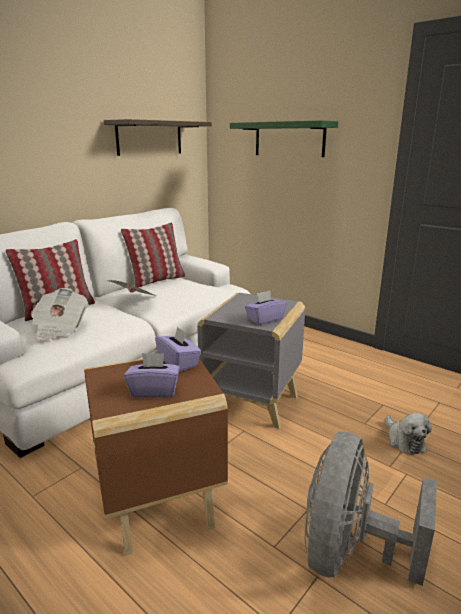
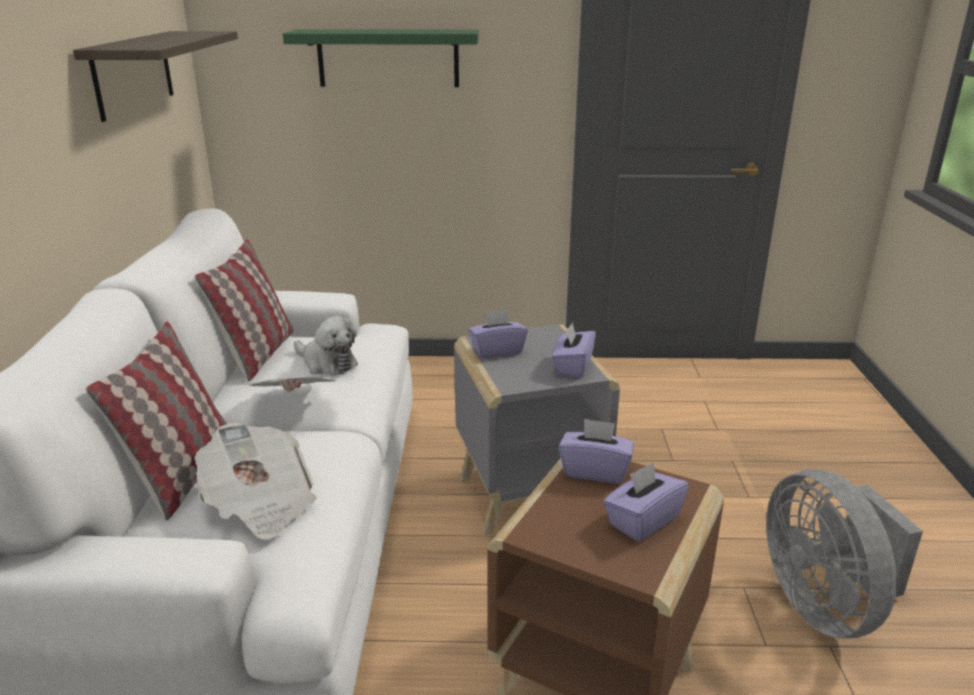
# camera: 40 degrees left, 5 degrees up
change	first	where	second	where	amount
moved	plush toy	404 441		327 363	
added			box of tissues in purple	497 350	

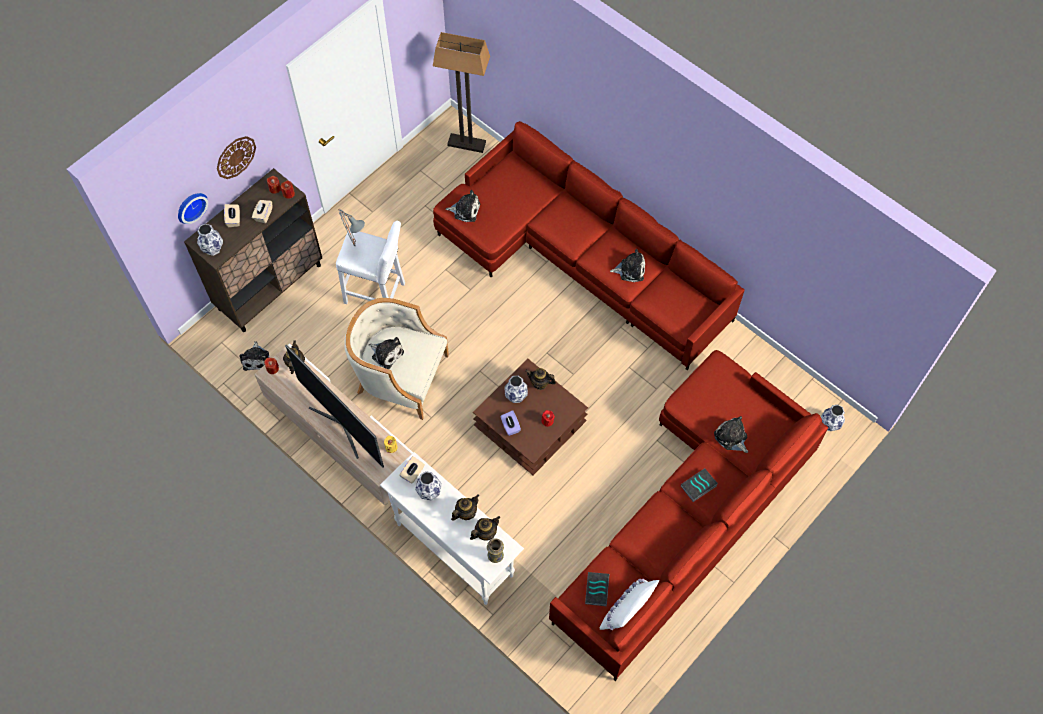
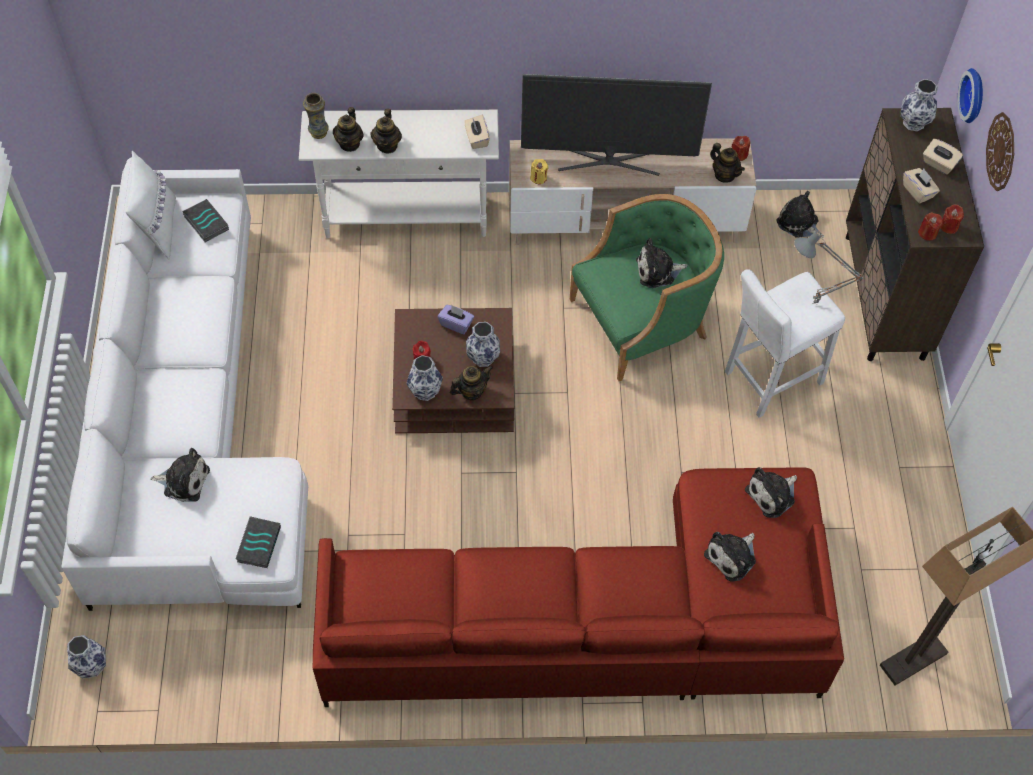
# camera: 135 degrees right, 5 degrees down
change	first	where	second	where	amount
recoloured	armchair in beige-coloured	400 376	armchair in green	642 321	
moved	flower vase	429 492		425 391	
recoloured	couch in reddish	687 515	couch in white-coloured	191 425	
moved	plush toy	630 270		732 557	
moved	book	698 486		258 543	

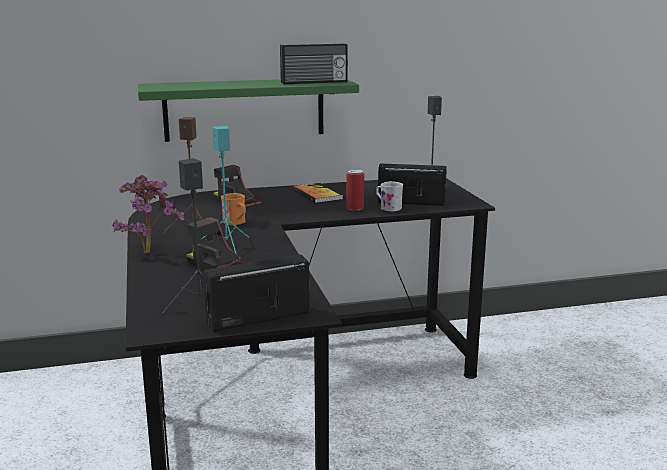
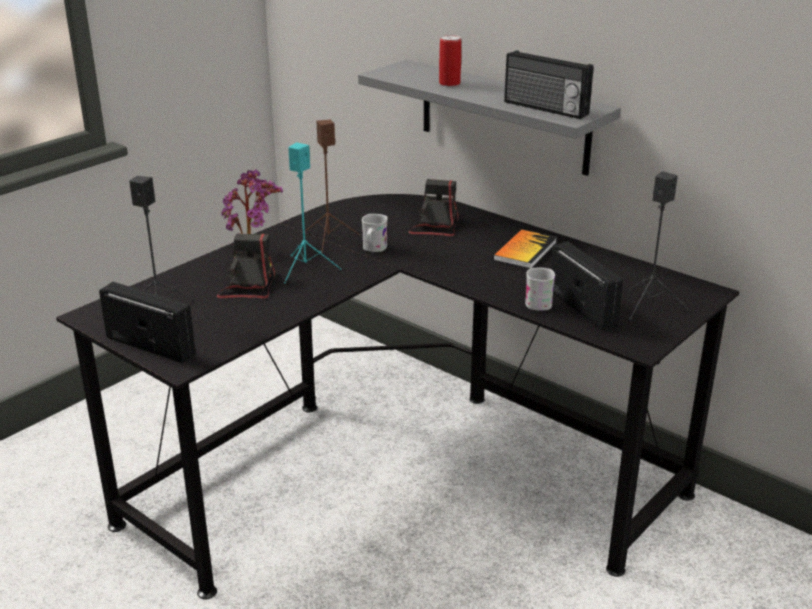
# camera: 55 degrees right, 10 degrees up
change	first	where	second	where	amount
recoloured	shelf in green	244 109	shelf in greyish	503 117	
recoloured	tea mug in orangey	236 223	tea mug in white-coloured	373 249	
moved	sealed can	355 208		449 83	

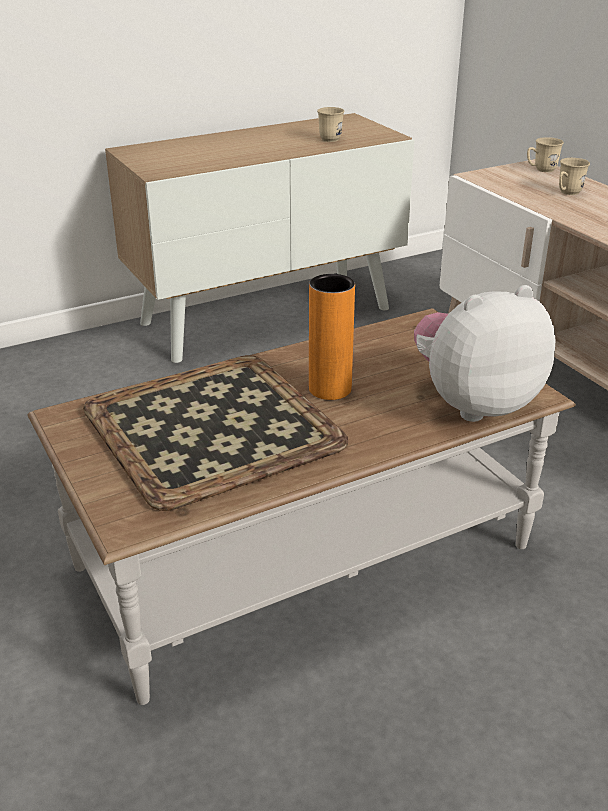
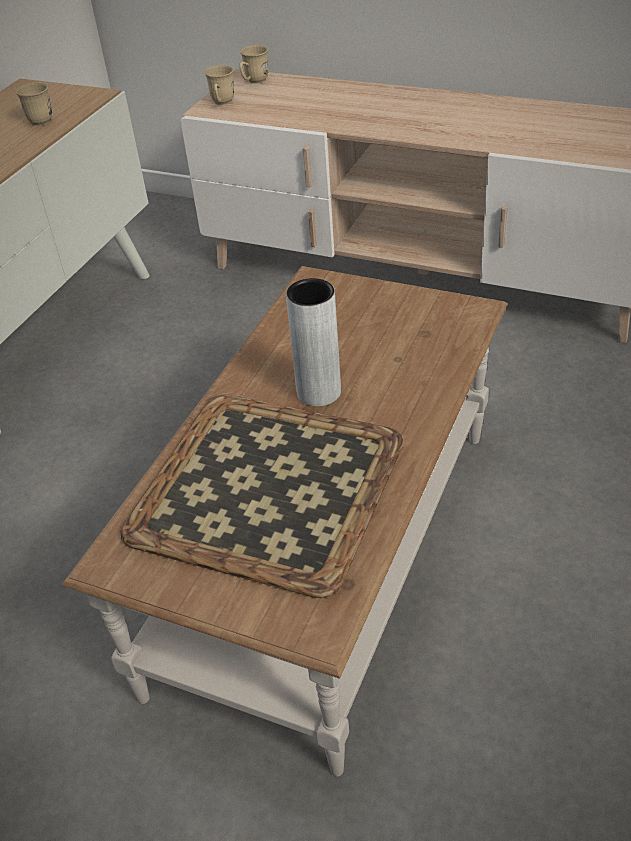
# camera: 35 degrees left, 10 degrees up
change	first	where	second	where	amount
recoloured	flower vase in orangey	330 389	flower vase in greyish	318 392	
removed	plush toy	474 403			
moved	tea mug in beige-coloured	567 193		222 103	

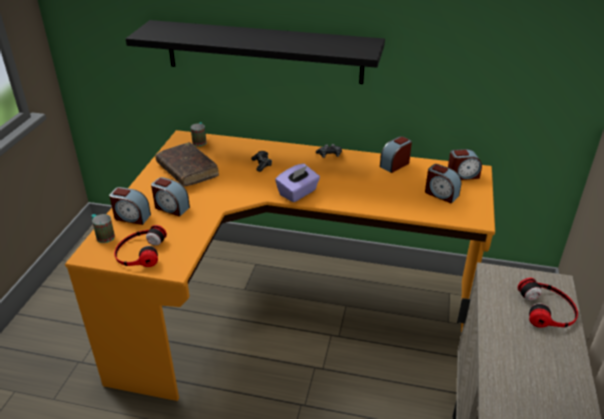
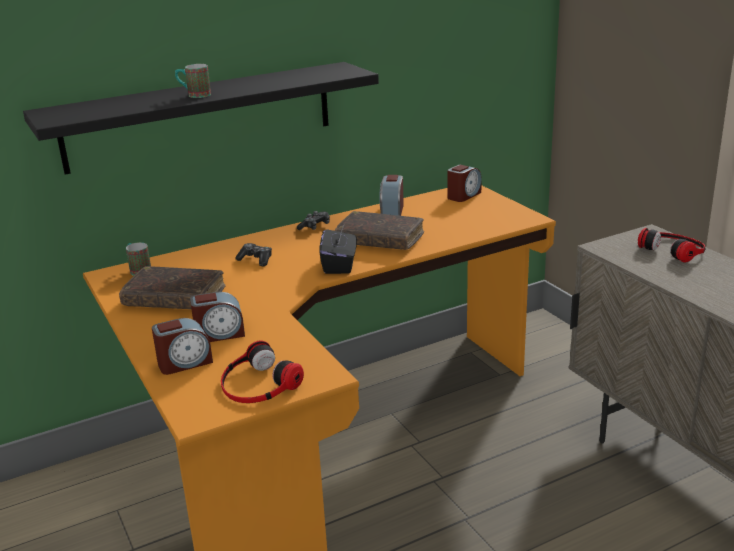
# camera: 40 degrees left, 10 degrees down
change	first	where	second	where	amount
moved	tea mug	103 235		194 95	
recoloured	box of tissues in purple	298 193	box of tissues in black-coloured	340 265	
removed	table clock	441 194			
added			book in brownish	379 240	

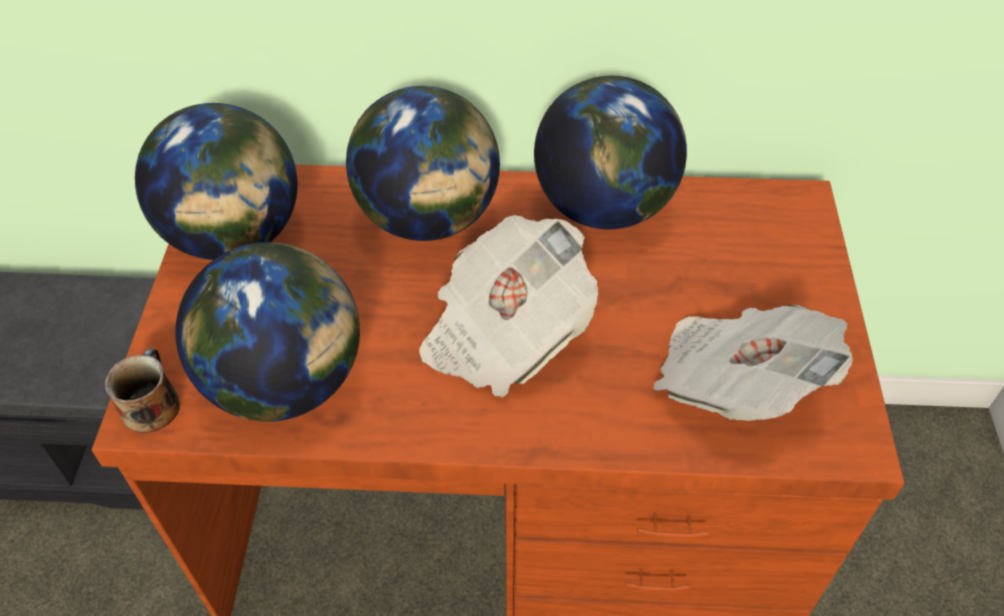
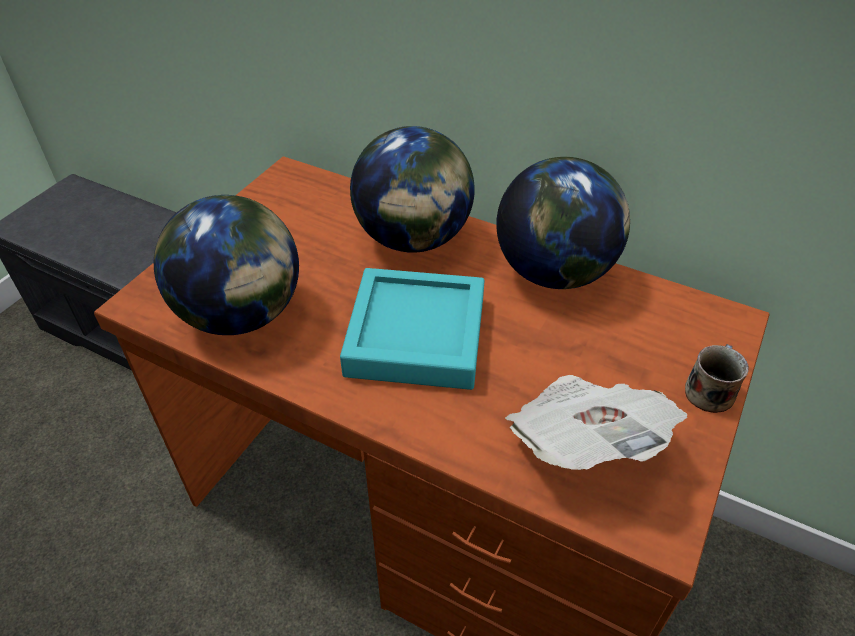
# camera: 25 degrees right, 5 degrees down
change	first	where	second	where	amount
moved	tea mug	151 405		709 390	
removed	desk globe	236 236			
replaced	daily paper	504 333	carrying tray in blue-green	416 336	

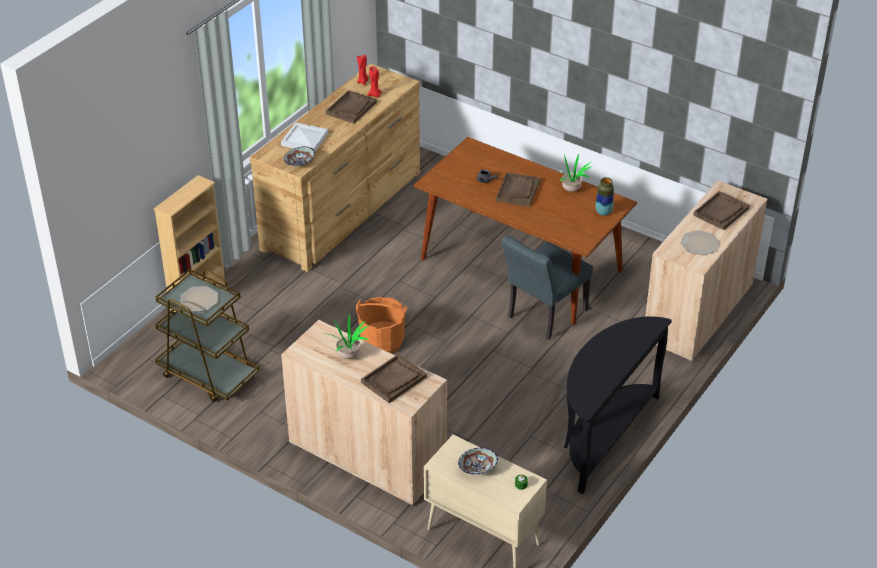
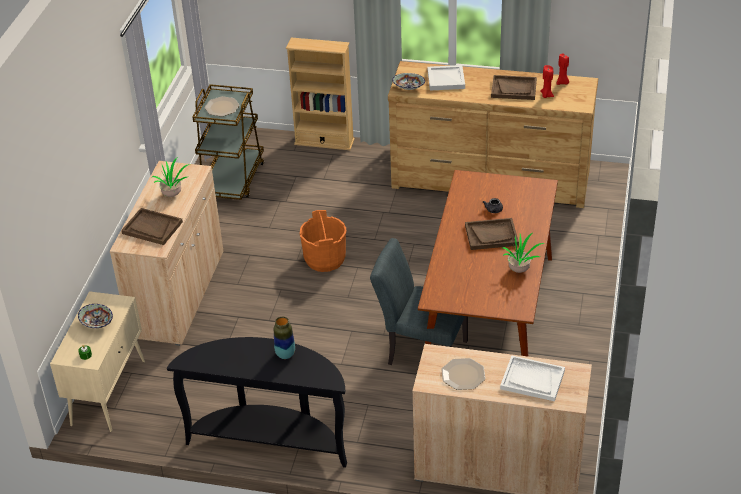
# camera: 70 degrees right, 0 degrees up
change	first	where	second	where	amount
moved	flower vase	603 212		285 354	
recoloured	carrying tray in brownish	721 212	carrying tray in white-coloured	532 380	

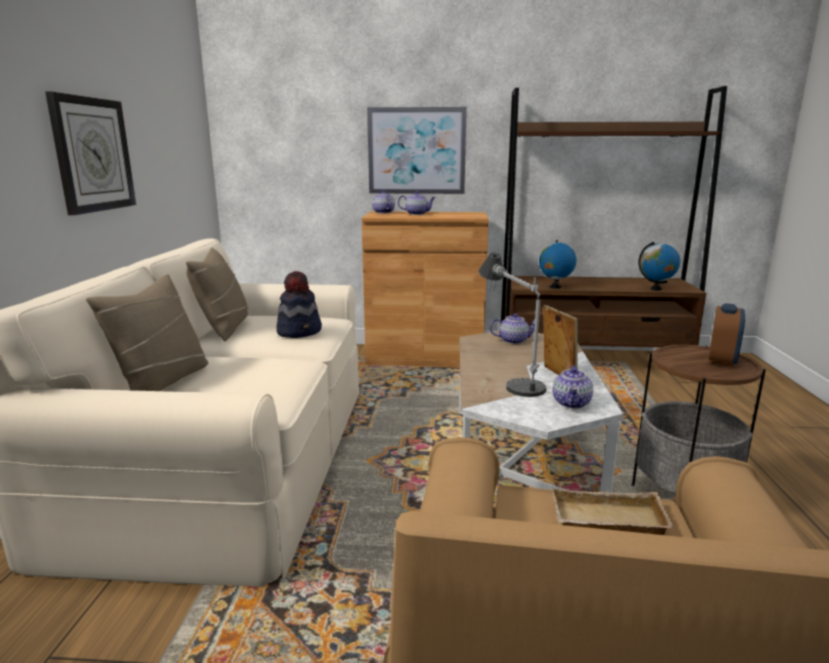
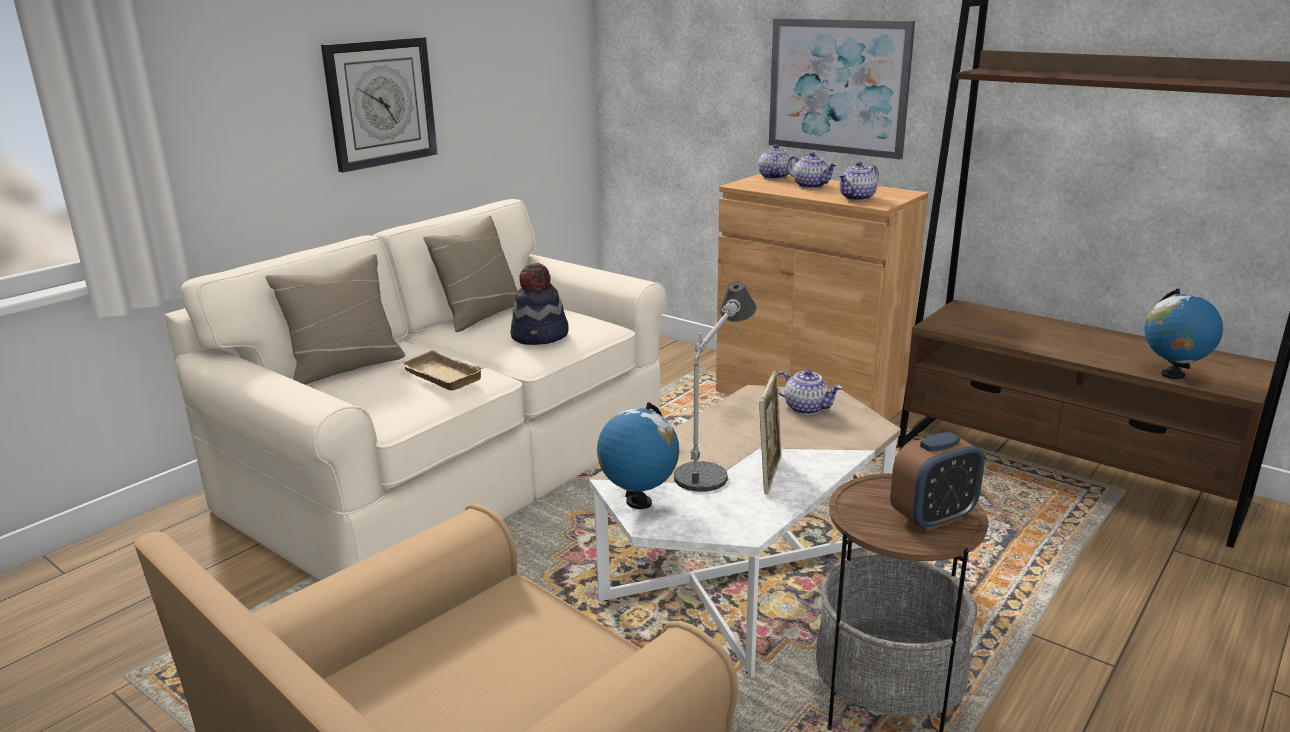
# camera: 35 degrees right, 5 degrees up
change	first	where	second	where	amount
moved	desk globe	555 287		638 502	
moved	carrying tray in beige-coloured	606 520		439 376	
moved	tea pot	572 403		857 198	

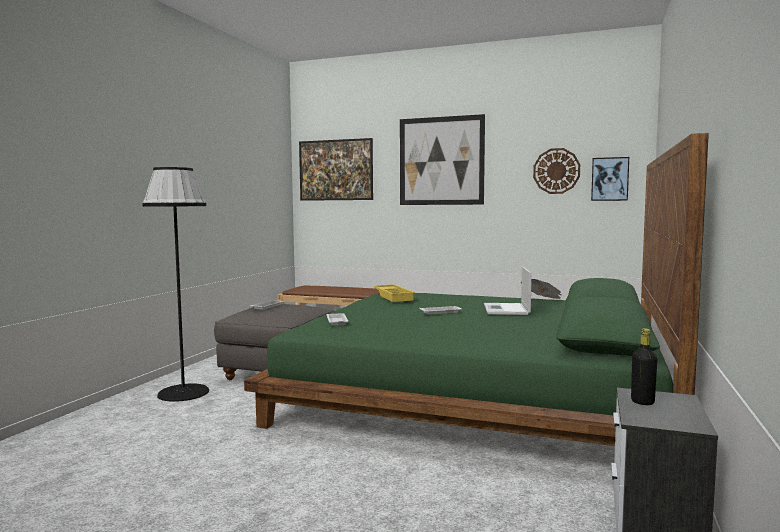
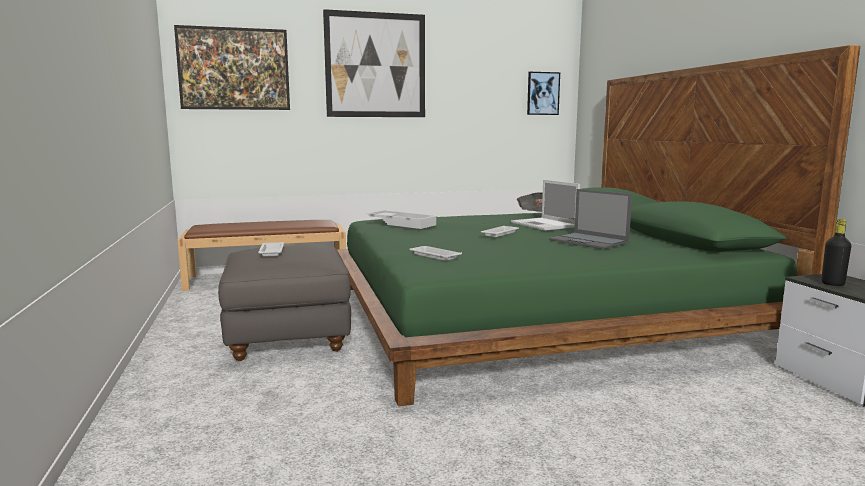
# camera: 35 degrees left, 5 degrees up
change	first	where	second	where	amount
removed	floor lamp in black-coloured	183 393			
recoloured	carrying tray in yellow	394 296	carrying tray in white-coloured	403 223	
removed	clock on the wall	556 171			
added			laptop	589 241	

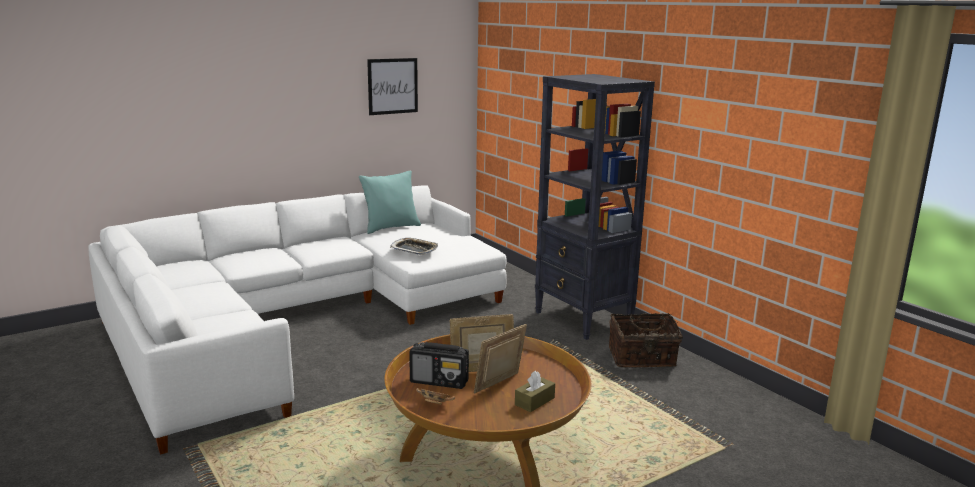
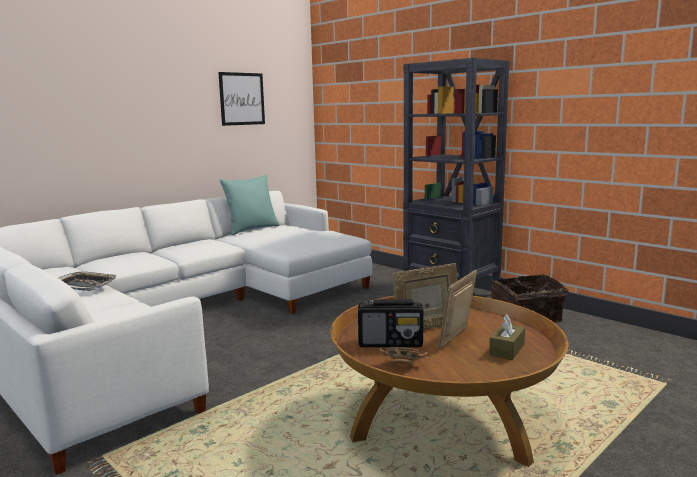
# camera: 10 degrees left, 5 degrees down
change	first	where	second	where	amount
moved	carrying tray	414 249		85 285	

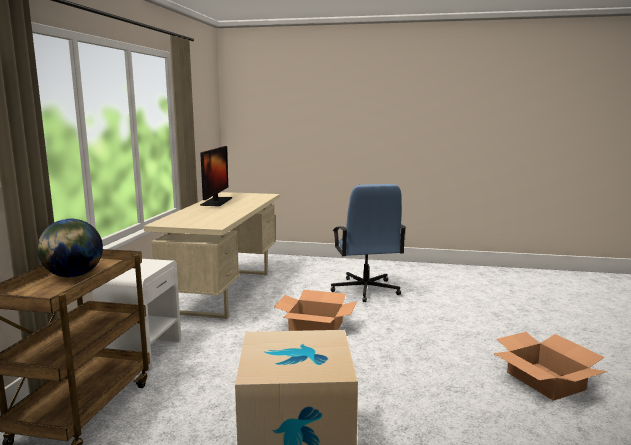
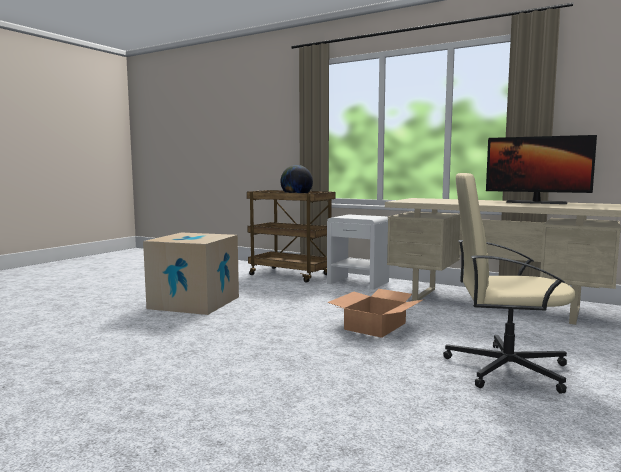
# camera: 110 degrees right, 5 degrees down
change	first	where	second	where	amount
recoloured	computer chair in blue	365 290	computer chair in beige-coloured	504 368	
removed	packing box	545 381			

